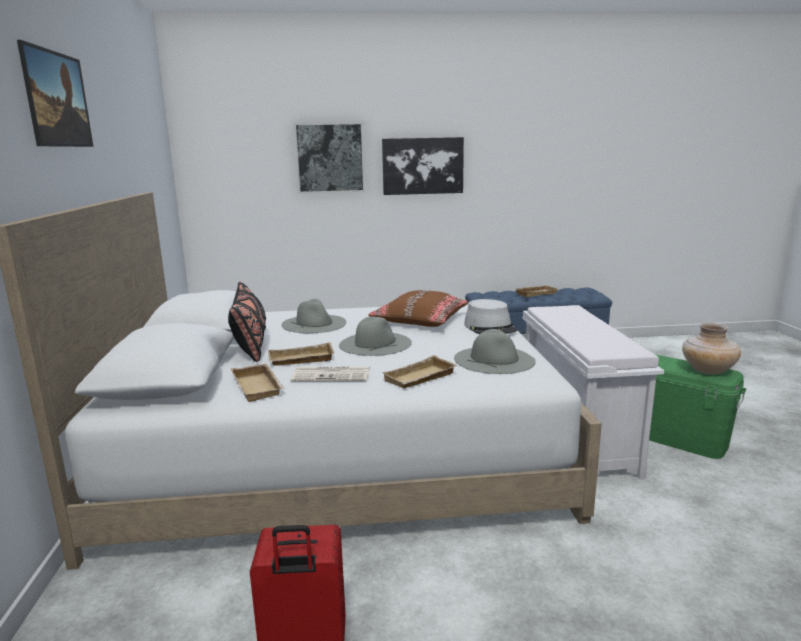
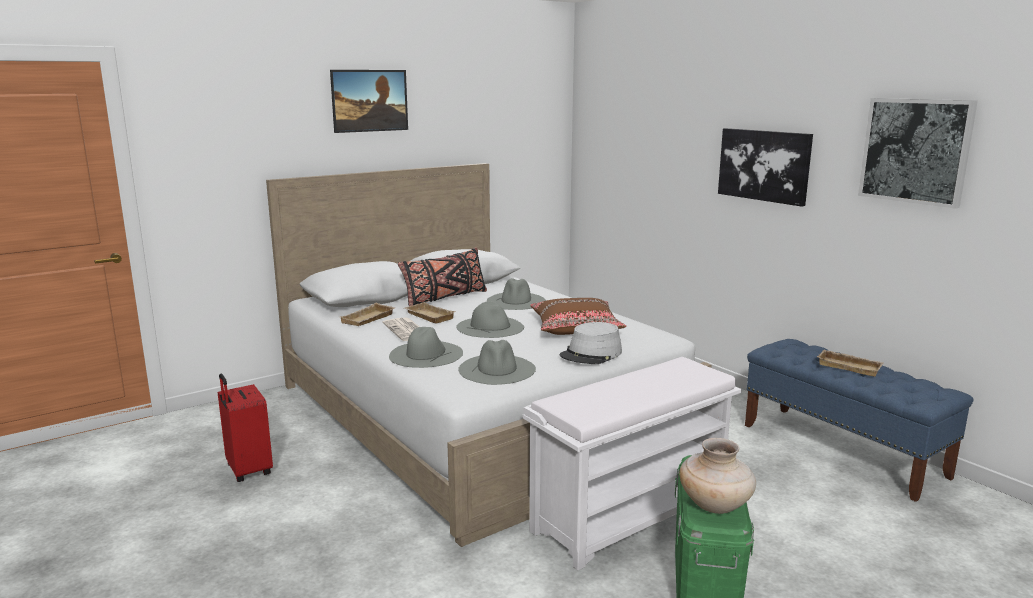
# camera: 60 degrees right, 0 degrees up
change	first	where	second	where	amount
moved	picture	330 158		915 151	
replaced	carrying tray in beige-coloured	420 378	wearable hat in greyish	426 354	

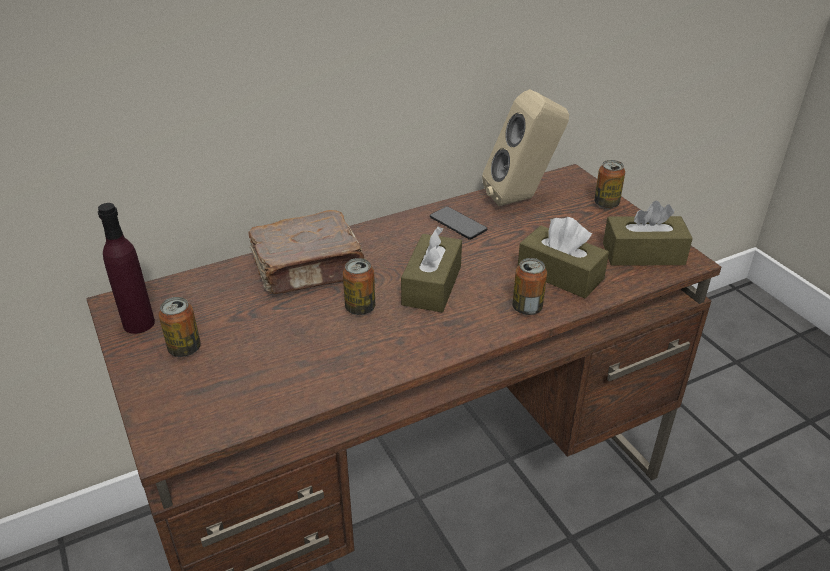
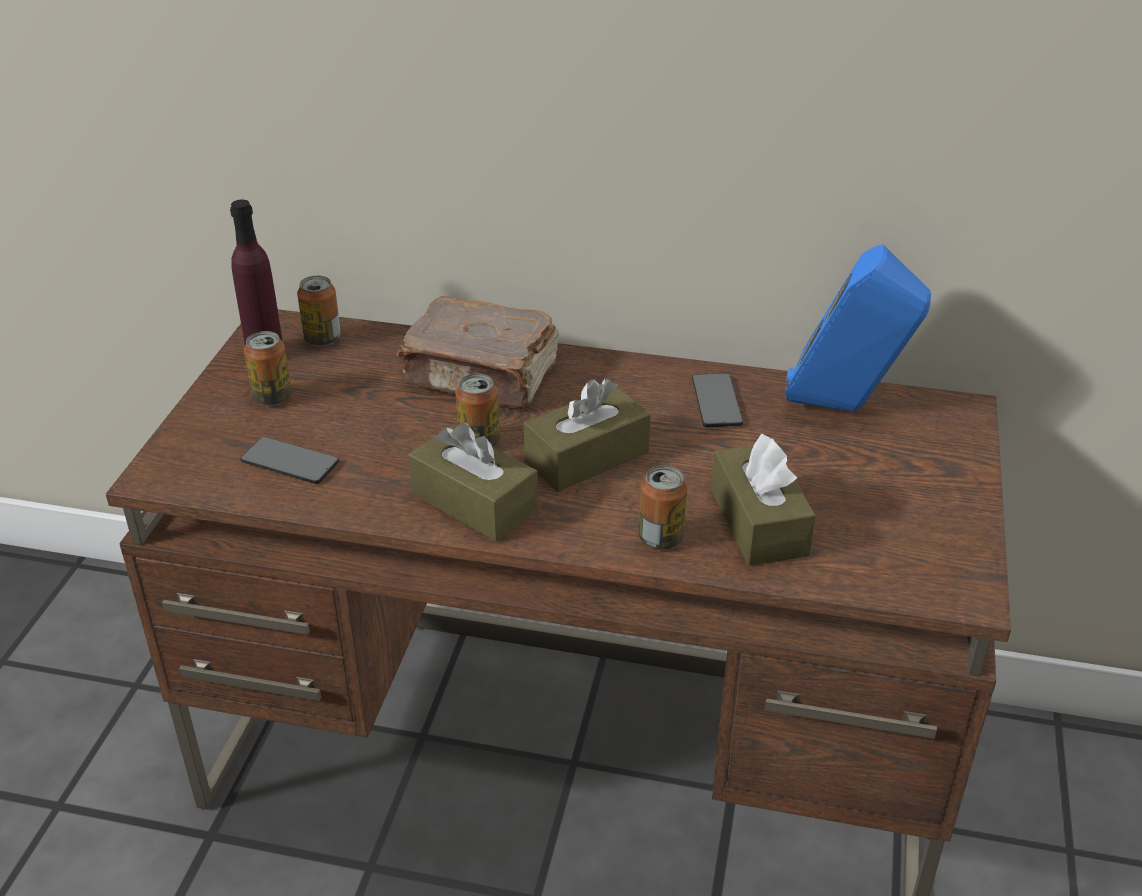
# camera: 40 degrees right, 0 degrees up
change	first	where	second	where	amount
recoloured	audio speaker in beige-coloured	522 199	audio speaker in blue	845 408	
moved	sealed can	606 203		322 339	
moved	box of tissues in brownish	643 254		474 502	
added			handset	290 462	

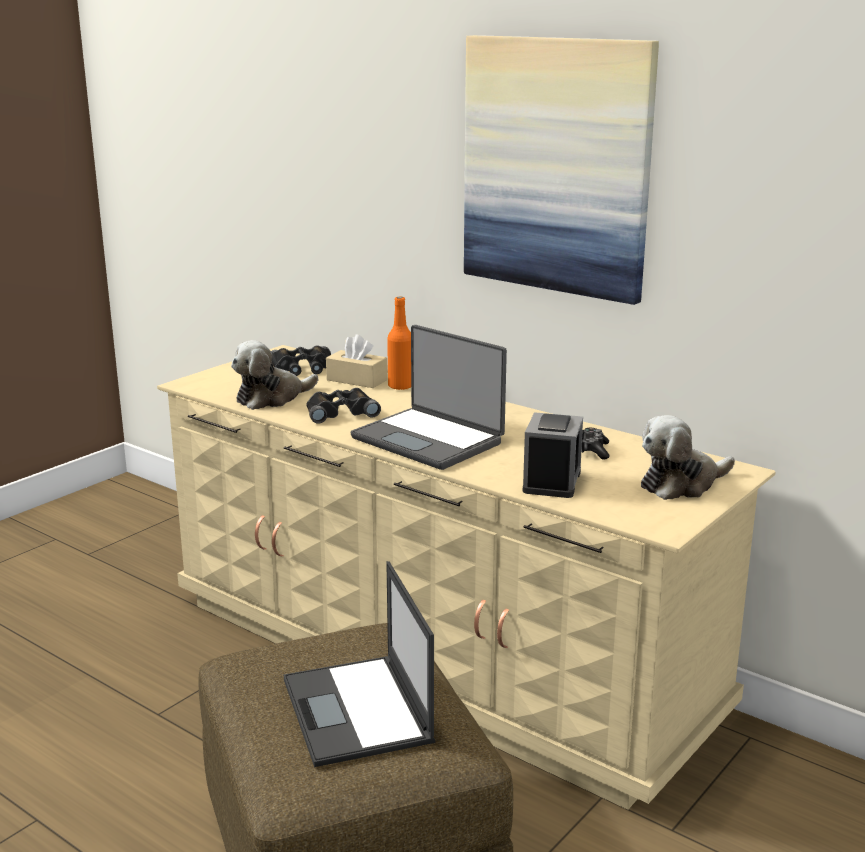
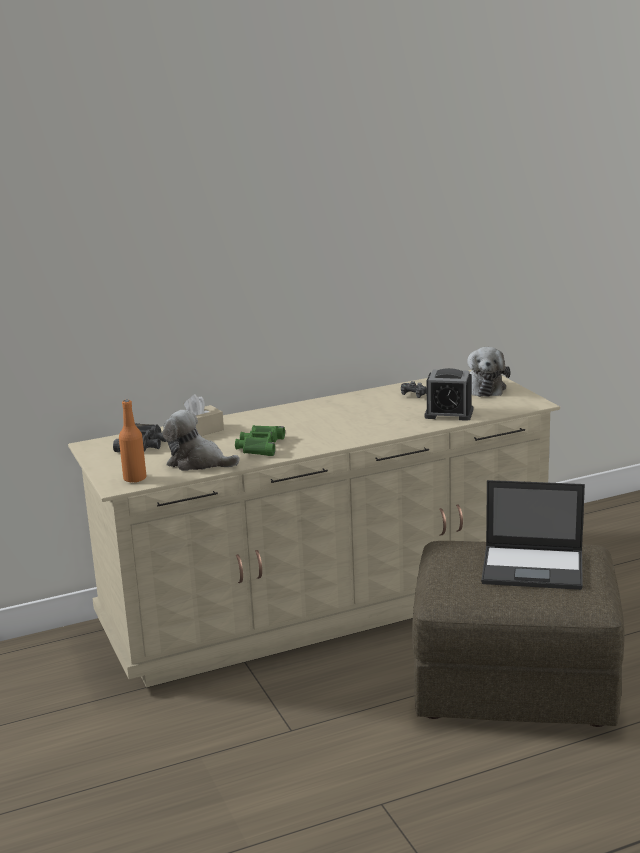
# camera: 60 degrees left, 0 degrees up
change	first	where	second	where	amount
turned	plush toy	272 398		198 462	120 degrees clockwise
recoloured	binoculars in black-coloured	340 412	binoculars in green	259 446	
removed	laptop	429 440			
moved	drink bottle in orangey	400 386		135 479	
removed	picture	556 166			
turned	table clock	552 481		449 413	150 degrees clockwise

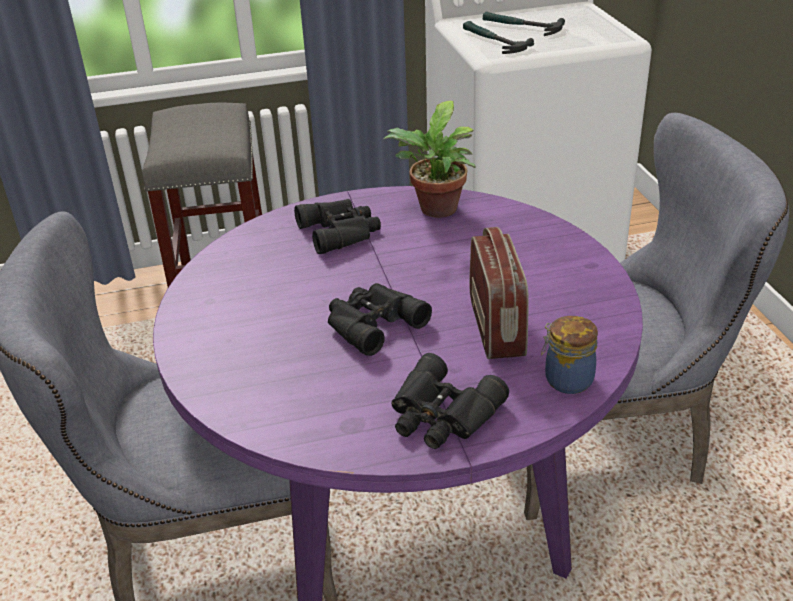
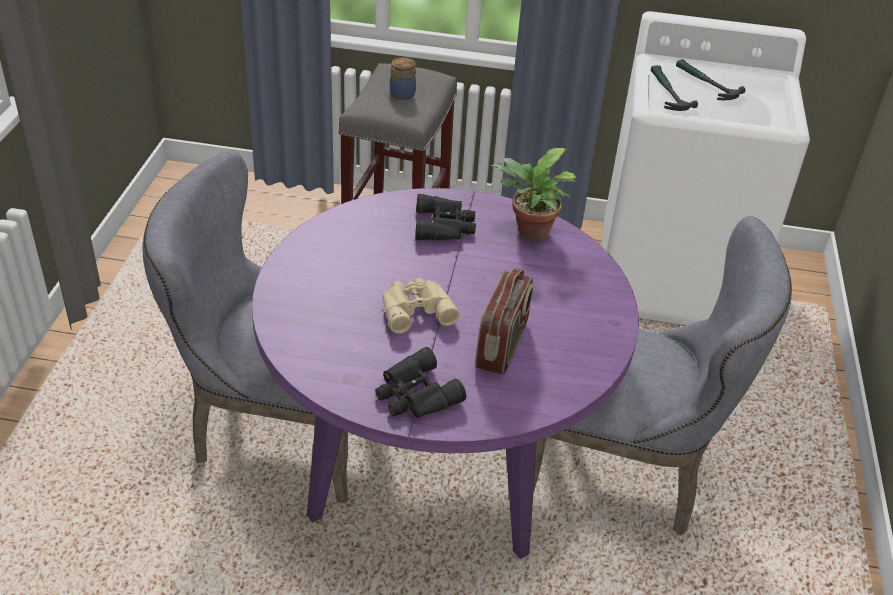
# camera: 20 degrees right, 5 degrees up
change	first	where	second	where	amount
recoloured	binoculars in black-coloured	371 323	binoculars in beige-coloured	415 309	
moved	preserve jar	566 379		401 94	

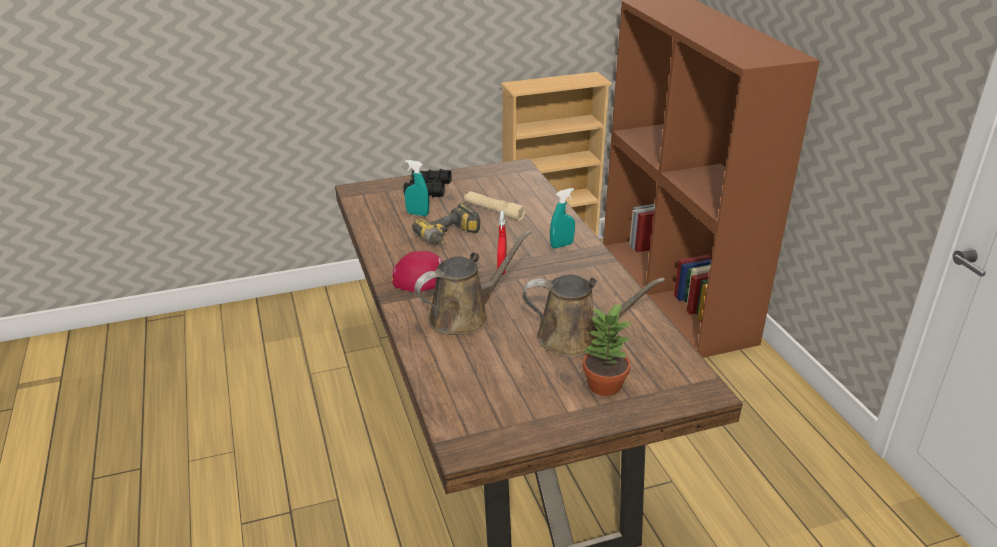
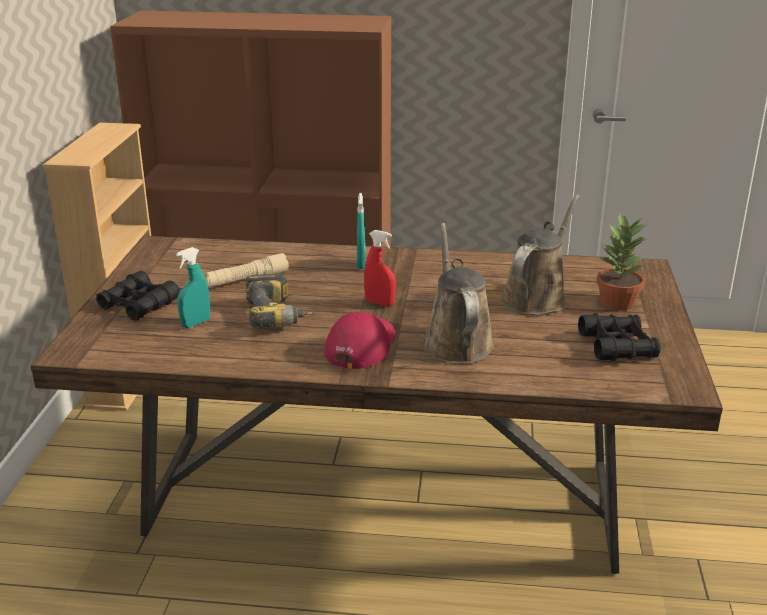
# camera: 65 degrees left, 5 degrees down
change	first	where	second	where	amount
added			binoculars in black-coloured	617 346	

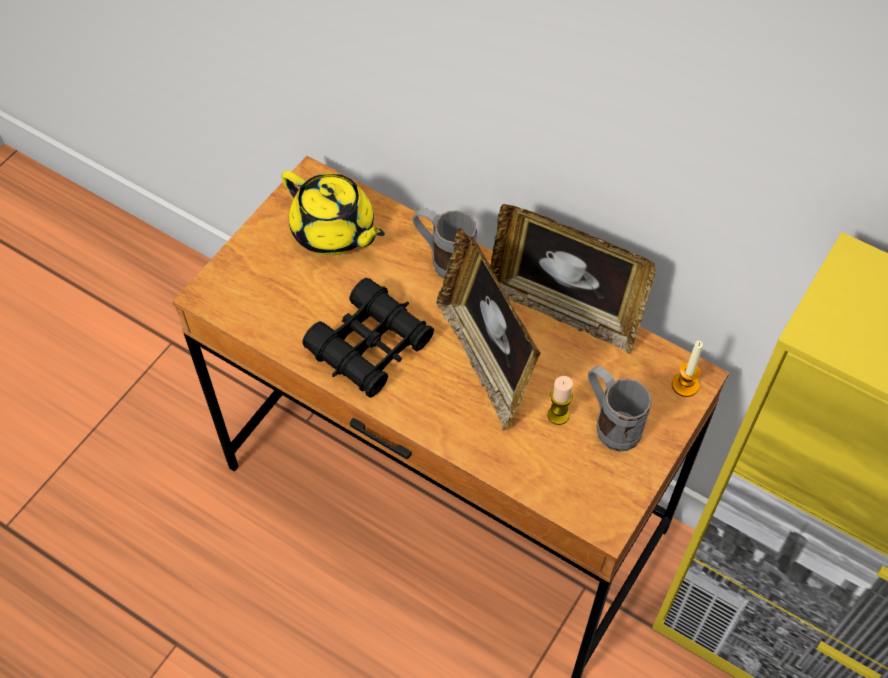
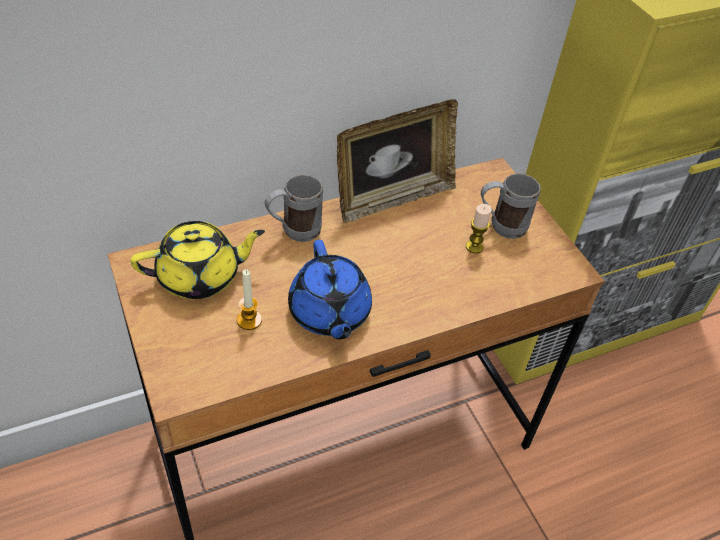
# camera: 60 degrees left, 10 degrees down
change	first	where	second	where	amount
replaced	binoculars in black-coloured	370 346	tea pot in blue	329 313	
removed	standing frame	485 360			
moved	wax light	685 385		249 320	

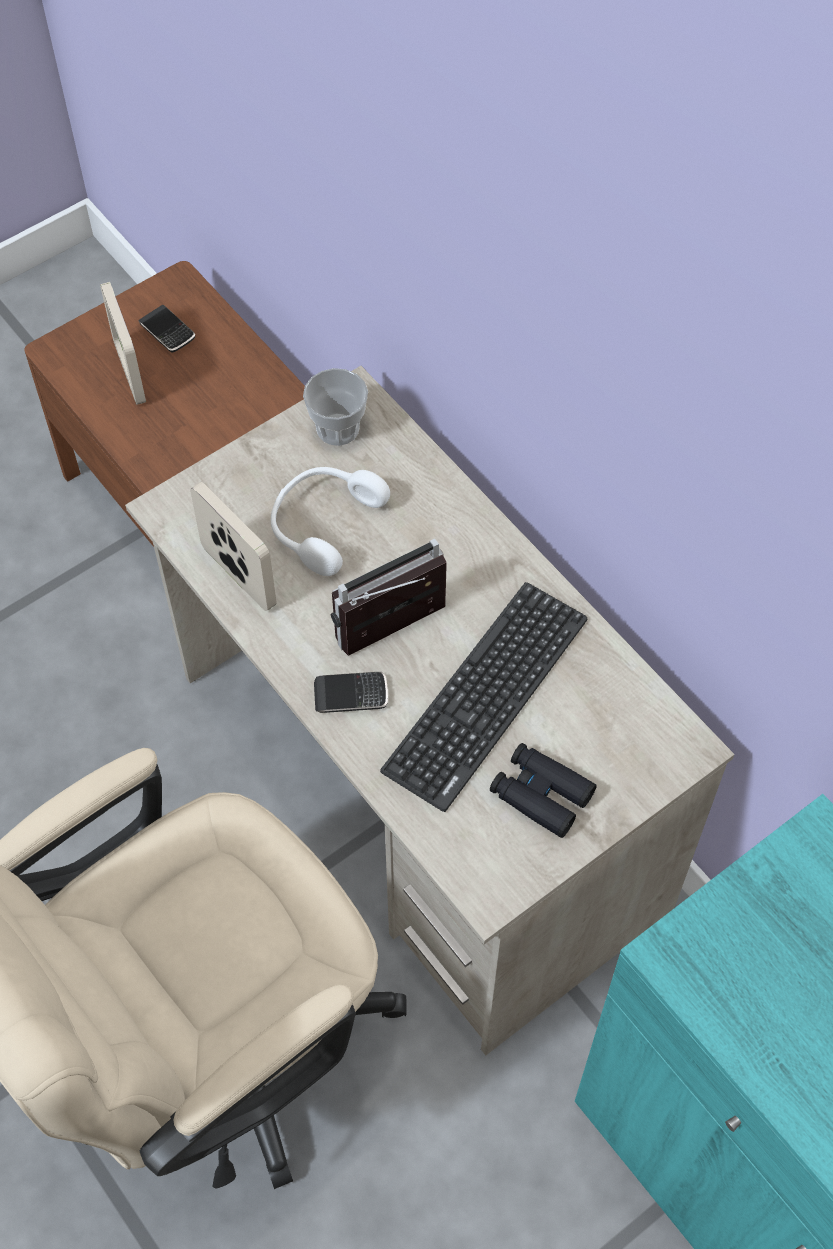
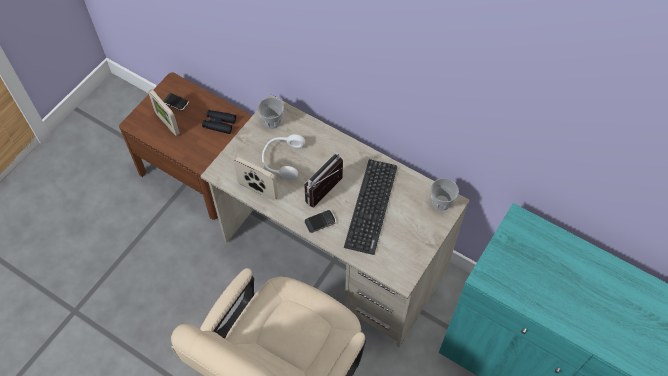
# camera: 20 degrees left, 0 degrees up
change	first	where	second	where	amount
moved	binoculars in black-coloured	541 794		219 124	
added			small cup	441 202	

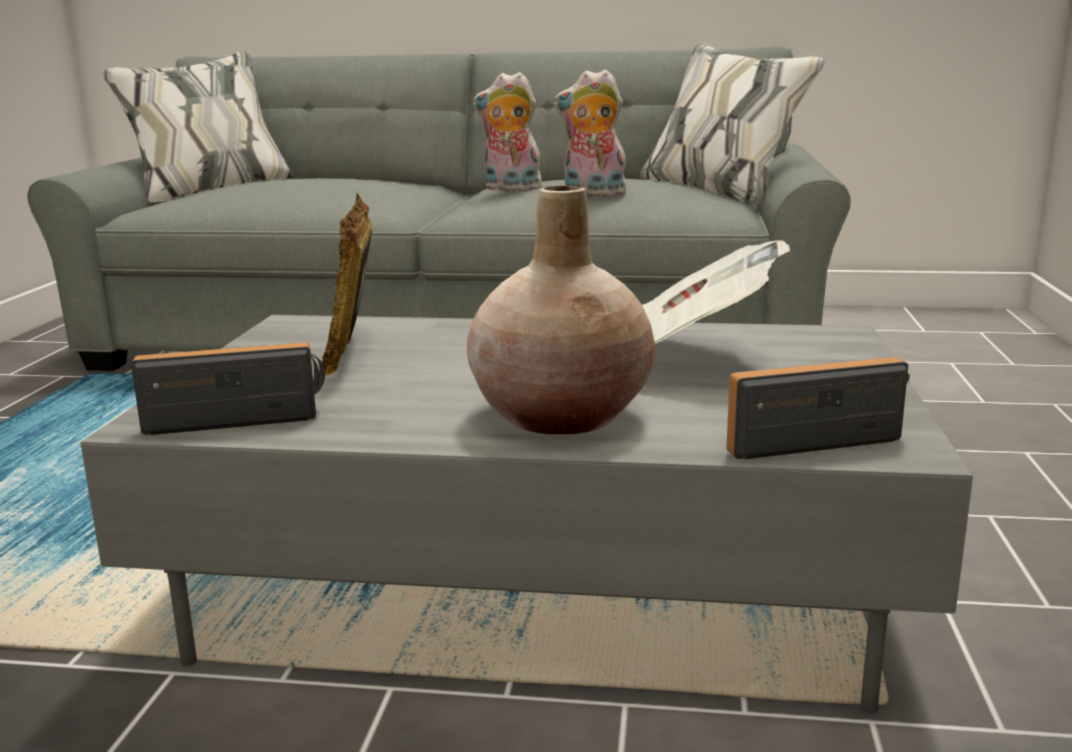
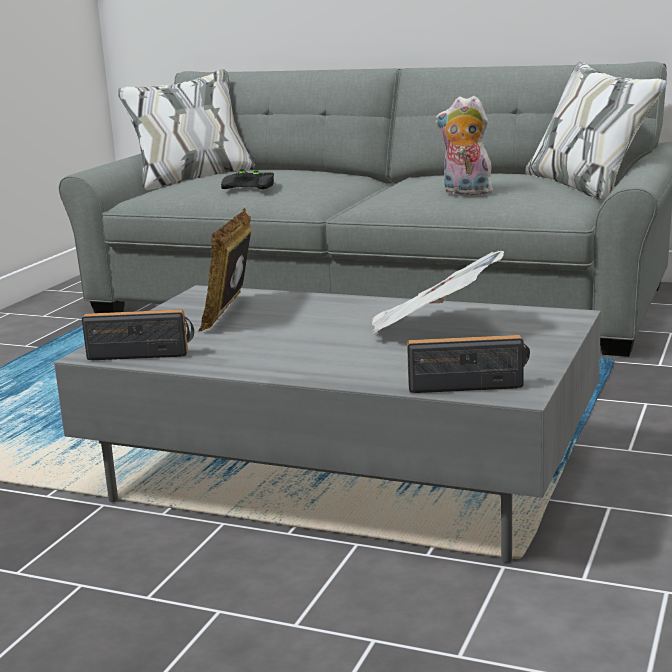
# camera: 15 degrees right, 0 degrees up
change	first	where	second	where	amount
removed	flower vase in beige-coloured	562 416			
removed	plush toy	510 189			
added			joypad in black-coloured	252 185	

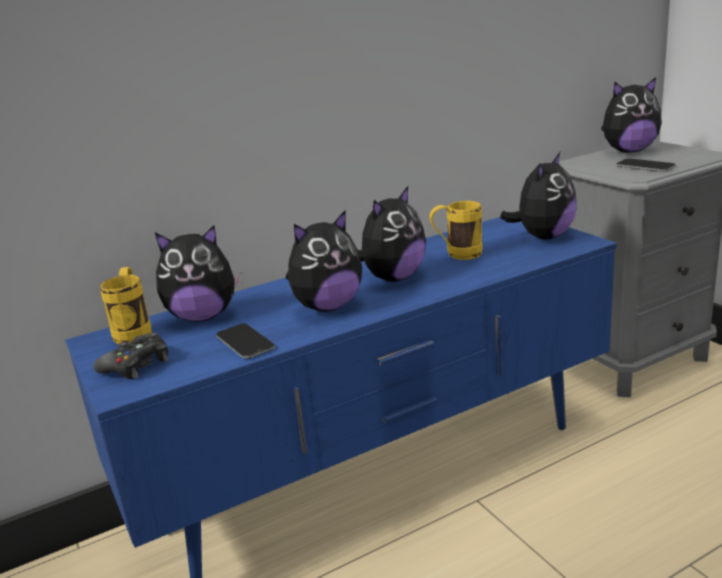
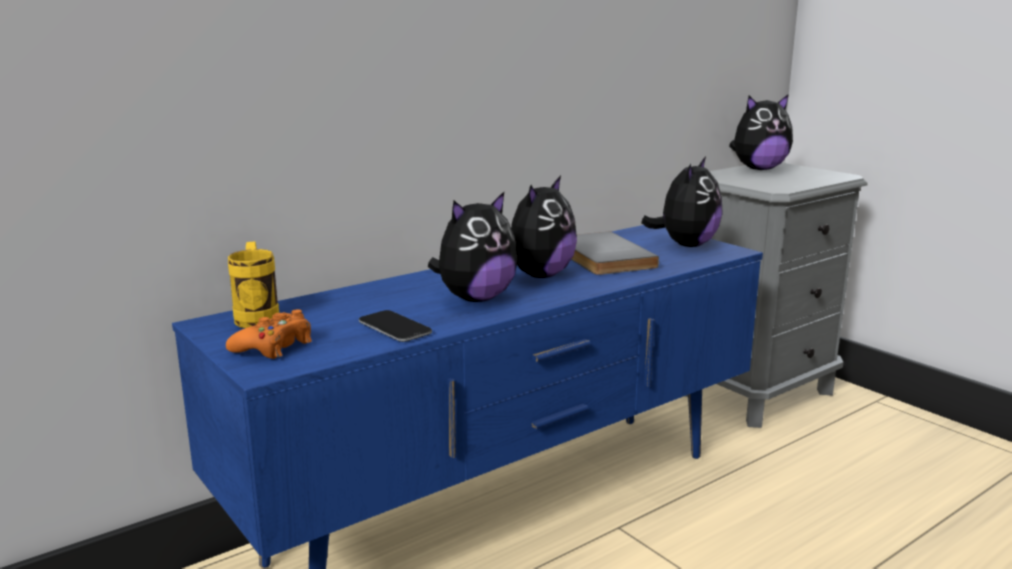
# camera: 10 degrees left, 5 degrees down
change	first	where	second	where	amount
recoloured	joypad in black-coloured	137 365	joypad in orangey	274 346	
removed	plush toy	203 316			
replaced	tea mug in yellow	457 255	book in greyish	600 258	
removed	handset	645 166			

